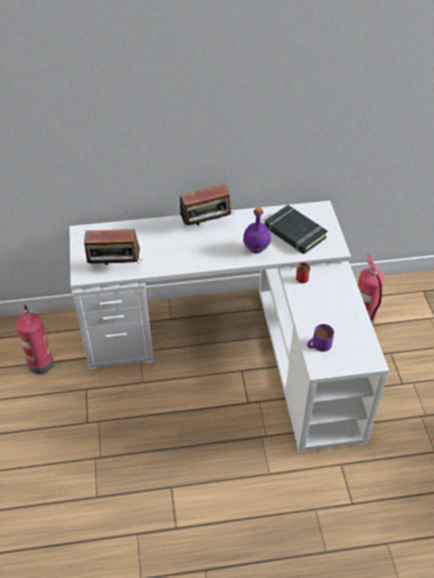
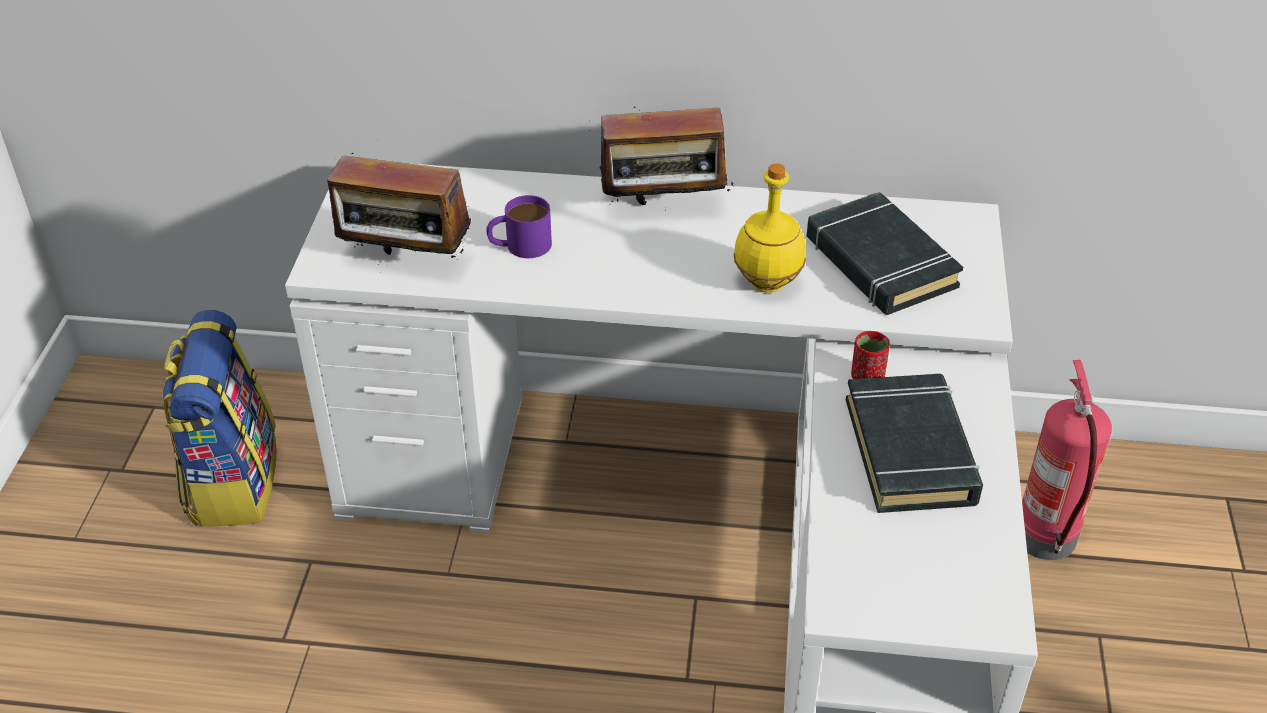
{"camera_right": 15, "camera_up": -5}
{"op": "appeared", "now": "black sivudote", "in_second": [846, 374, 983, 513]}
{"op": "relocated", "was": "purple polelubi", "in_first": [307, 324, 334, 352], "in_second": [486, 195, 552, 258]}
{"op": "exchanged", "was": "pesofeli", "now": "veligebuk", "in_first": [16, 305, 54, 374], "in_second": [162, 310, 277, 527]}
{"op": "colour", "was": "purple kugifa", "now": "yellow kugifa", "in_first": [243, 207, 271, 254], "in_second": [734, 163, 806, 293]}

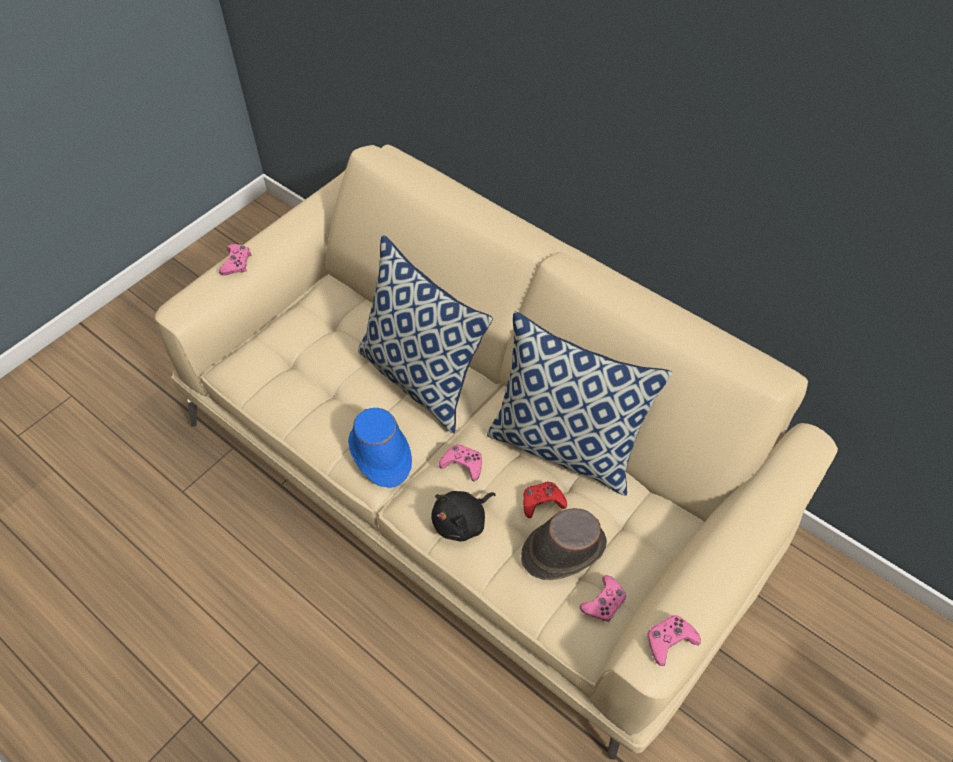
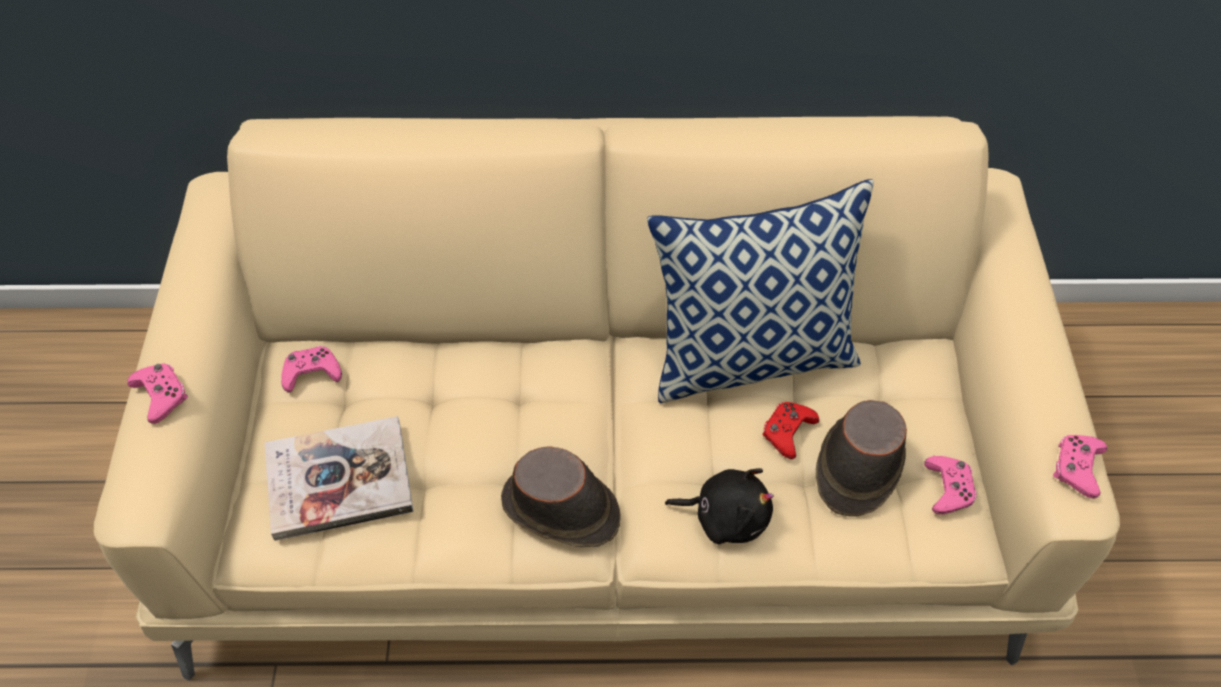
{"camera_right": -40, "camera_up": 0}
{"op": "missing", "was": "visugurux", "in_first": [358, 235, 493, 434]}
{"op": "appeared", "now": "sivudote", "in_second": [265, 416, 414, 541]}
{"op": "relocated", "was": "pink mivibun", "in_first": [439, 444, 482, 481], "in_second": [281, 346, 342, 392]}
{"op": "colour", "was": "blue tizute", "now": "brown tizute", "in_first": [348, 408, 412, 488], "in_second": [501, 446, 620, 547]}
{"op": "spun", "was": "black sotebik", "in_first": [431, 491, 496, 541], "in_second": [665, 468, 774, 544], "clockwise": -90}

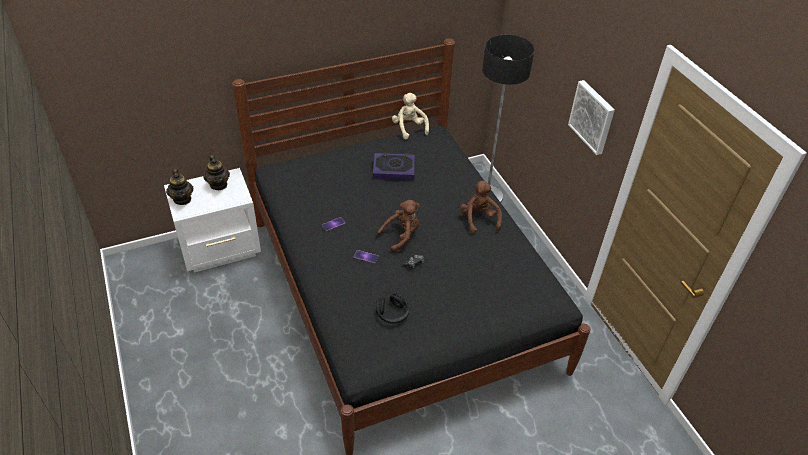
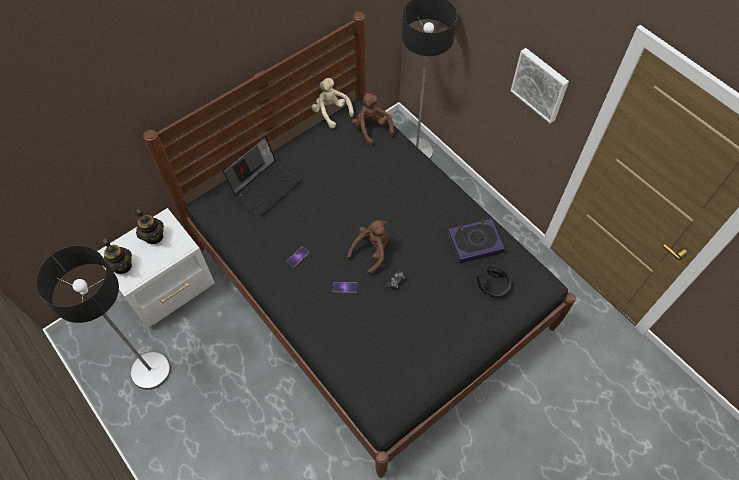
{"camera_right": -15, "camera_up": 15}
{"op": "appeared", "now": "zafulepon", "in_second": [36, 245, 171, 390]}
{"op": "appeared", "now": "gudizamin", "in_second": [222, 136, 300, 216]}
{"op": "relocated", "was": "sivudote", "in_first": [373, 152, 415, 181], "in_second": [448, 219, 505, 264]}
{"op": "relocated", "was": "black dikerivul", "in_first": [376, 293, 409, 324], "in_second": [477, 265, 512, 297]}
{"op": "relocated", "was": "brown sotebik", "in_first": [460, 180, 502, 234], "in_second": [352, 92, 394, 146]}

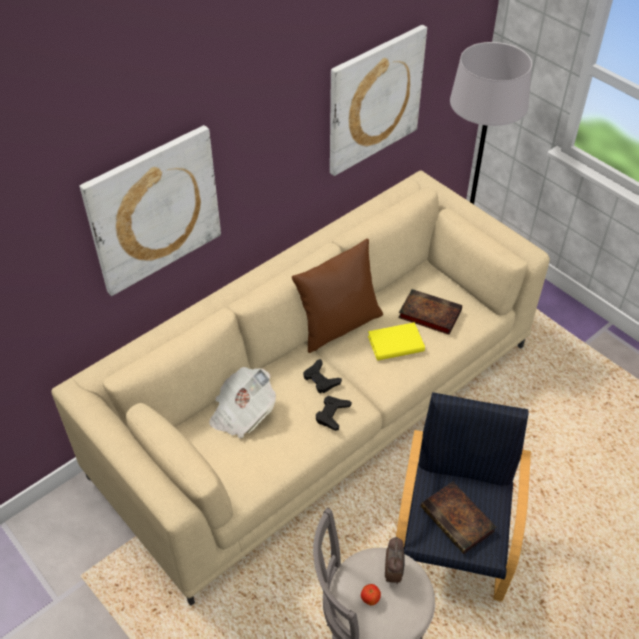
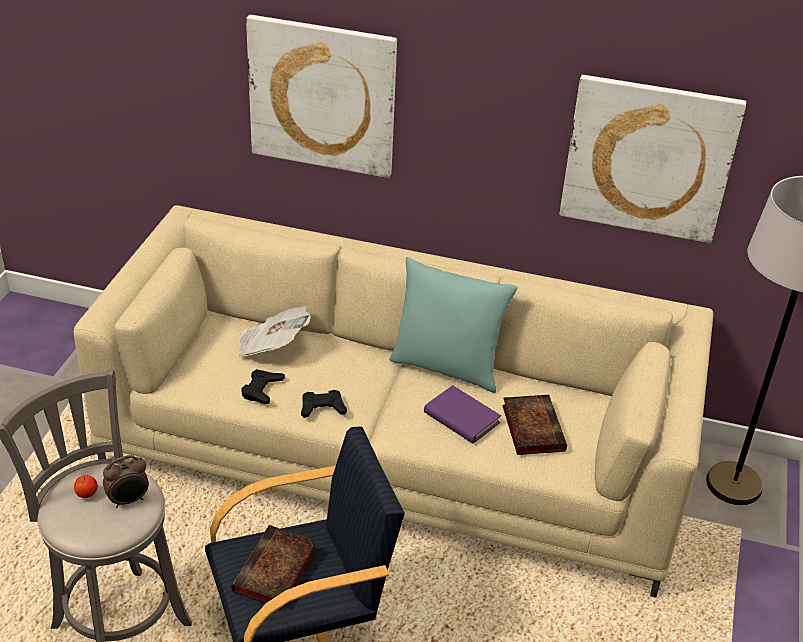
{"camera_right": 55, "camera_up": -10}
{"op": "relocated", "was": "black mivibun", "in_first": [303, 359, 342, 393], "in_second": [241, 369, 285, 404]}
{"op": "colour", "was": "brown visugurux", "now": "turquoise visugurux", "in_first": [292, 239, 383, 353], "in_second": [389, 257, 518, 393]}
{"op": "colour", "was": "yellow sivudote", "now": "purple sivudote", "in_first": [368, 322, 425, 361], "in_second": [424, 385, 501, 444]}

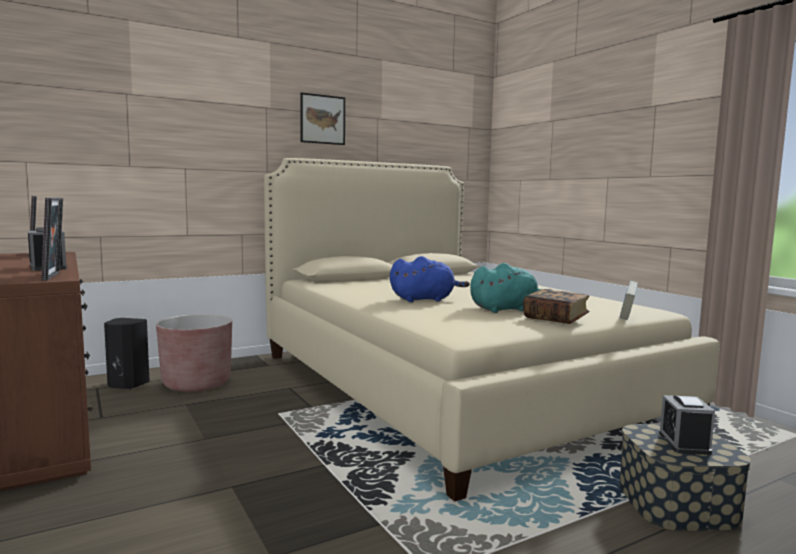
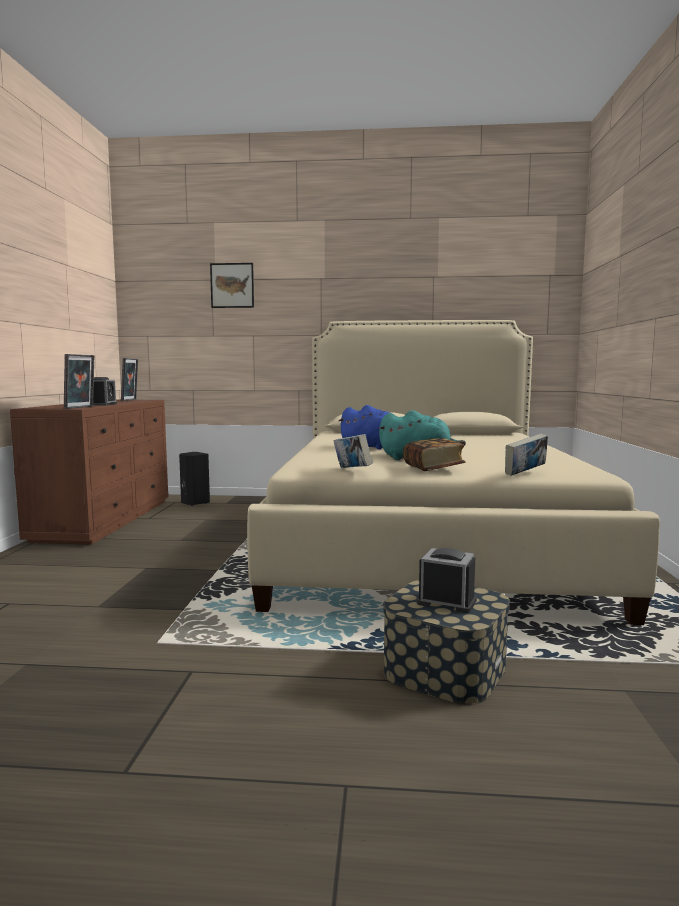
{"camera_right": 35, "camera_up": 0}
{"op": "missing", "was": "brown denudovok", "in_first": [156, 314, 232, 392]}
{"op": "appeared", "now": "sivudote", "in_second": [333, 434, 373, 468]}
{"op": "relocated", "was": "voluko", "in_first": [300, 92, 345, 145], "in_second": [210, 263, 254, 308]}
{"op": "spun", "was": "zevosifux", "in_first": [659, 395, 715, 455], "in_second": [416, 548, 477, 613], "clockwise": 75}

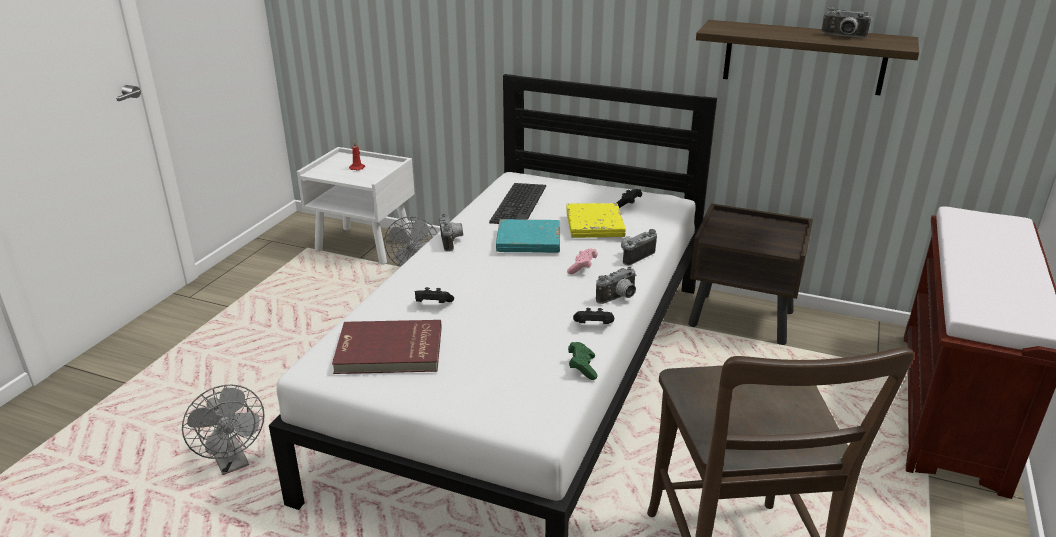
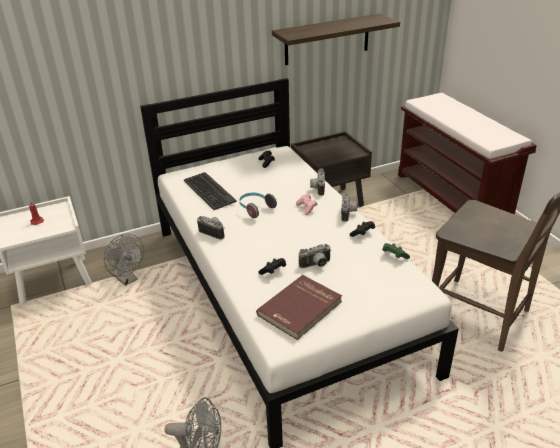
{"camera_right": -45, "camera_up": 5}
{"op": "missing", "was": "yellow sivudote", "in_first": [566, 203, 626, 238]}
{"op": "relocated", "was": "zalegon", "in_first": [821, 7, 872, 38], "in_second": [299, 244, 331, 268]}
{"op": "exchanged", "was": "turquoise sivudote", "now": "dikerivul", "in_first": [496, 219, 560, 253], "in_second": [239, 193, 277, 218]}

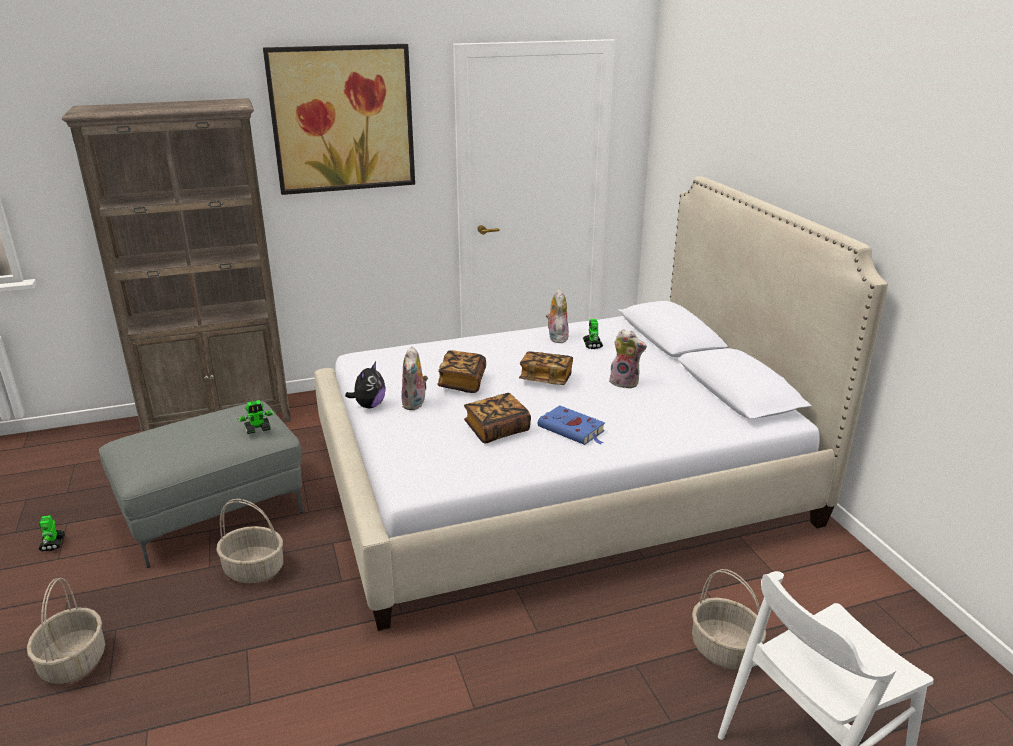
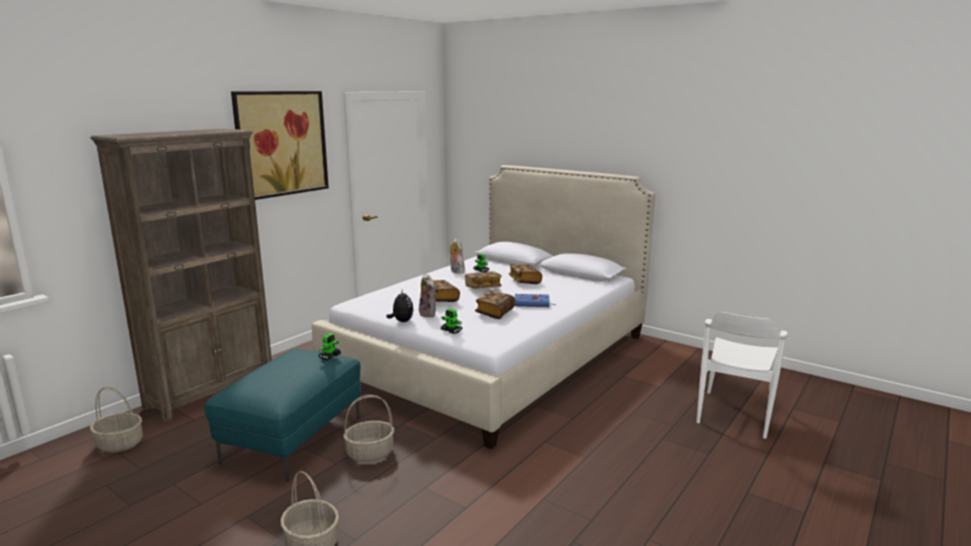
{"camera_right": -35, "camera_up": -10}
{"op": "relocated", "was": "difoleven", "in_first": [38, 515, 65, 552], "in_second": [441, 309, 462, 334]}
{"op": "relocated", "was": "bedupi", "in_first": [692, 569, 766, 670], "in_second": [90, 387, 143, 452]}
{"op": "exchanged", "was": "sotebik", "now": "sivudote", "in_first": [609, 329, 647, 389], "in_second": [509, 264, 542, 284]}
{"op": "colour", "was": "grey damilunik", "now": "turquoise damilunik", "in_first": [99, 401, 303, 568], "in_second": [204, 349, 361, 481]}

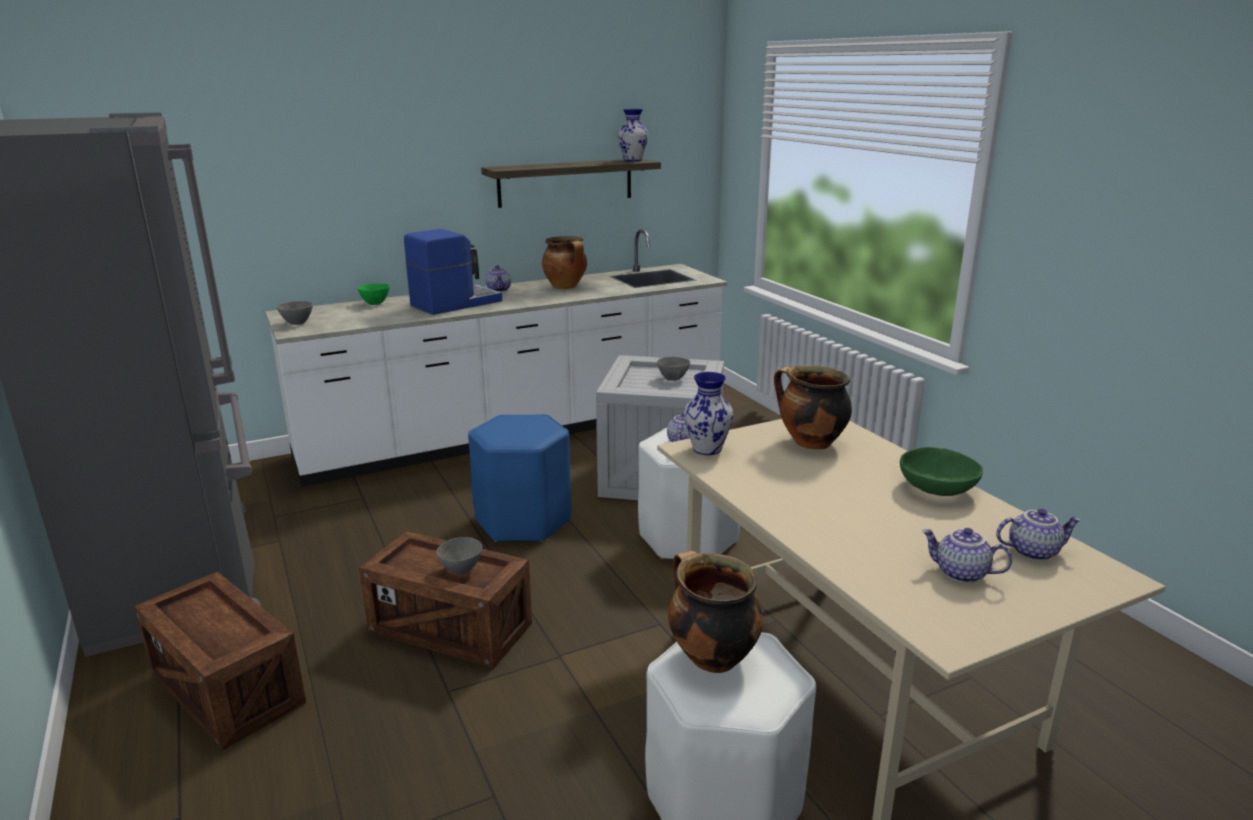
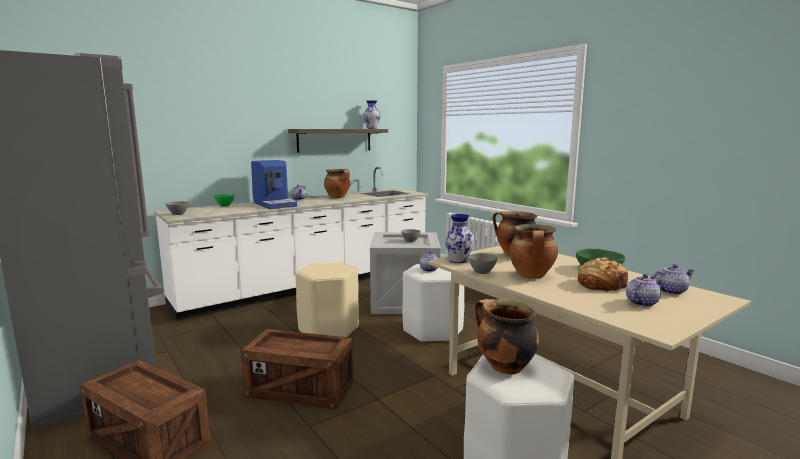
{"camera_right": -10, "camera_up": -10}
{"op": "appeared", "now": "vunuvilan", "in_second": [509, 224, 558, 279]}
{"op": "appeared", "now": "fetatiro", "in_second": [578, 257, 628, 292]}
{"op": "relocated", "was": "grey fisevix", "in_first": [437, 537, 482, 574], "in_second": [469, 253, 498, 274]}
{"op": "colour", "was": "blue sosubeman", "now": "beige sosubeman", "in_first": [468, 414, 571, 542], "in_second": [295, 262, 359, 337]}
{"op": "spun", "was": "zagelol", "in_first": [404, 229, 502, 315], "in_second": [251, 160, 297, 209], "clockwise": 105}
{"op": "spun", "was": "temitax", "in_first": [922, 528, 1012, 583], "in_second": [626, 274, 661, 307], "clockwise": 120}

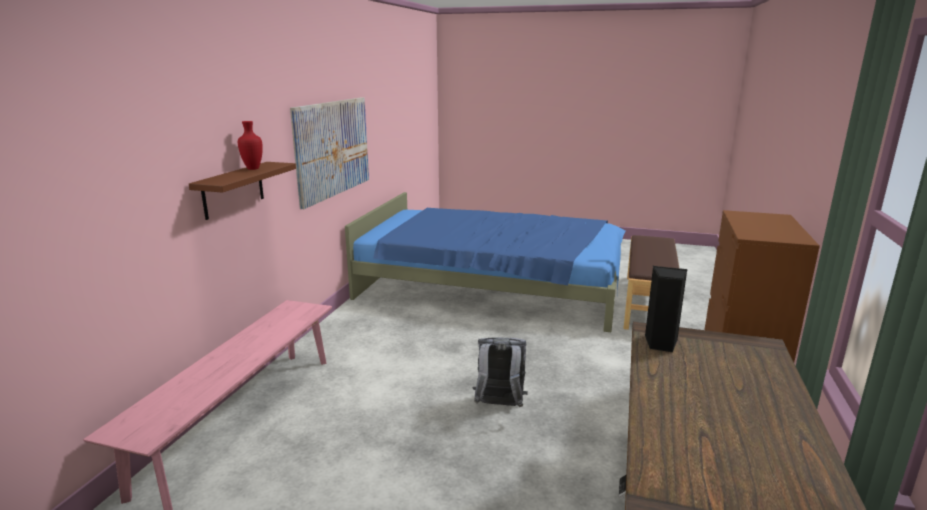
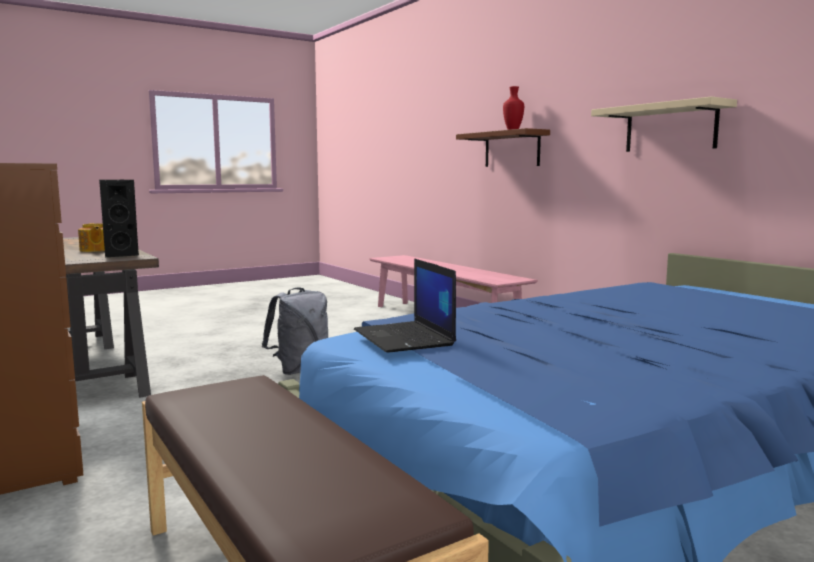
{"camera_right": 130, "camera_up": -10}
{"op": "appeared", "now": "temitax", "in_second": [78, 223, 105, 252]}
{"op": "appeared", "now": "gudizamin", "in_second": [354, 258, 456, 353]}
{"op": "exchanged", "was": "voluko", "now": "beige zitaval", "in_first": [290, 97, 369, 209], "in_second": [591, 97, 737, 152]}

